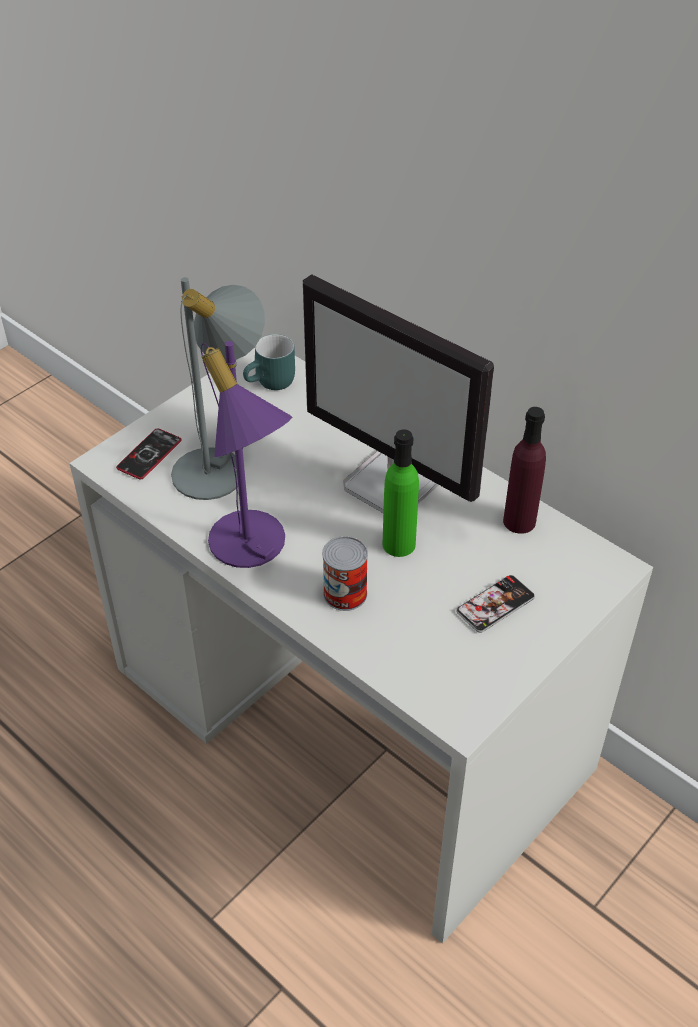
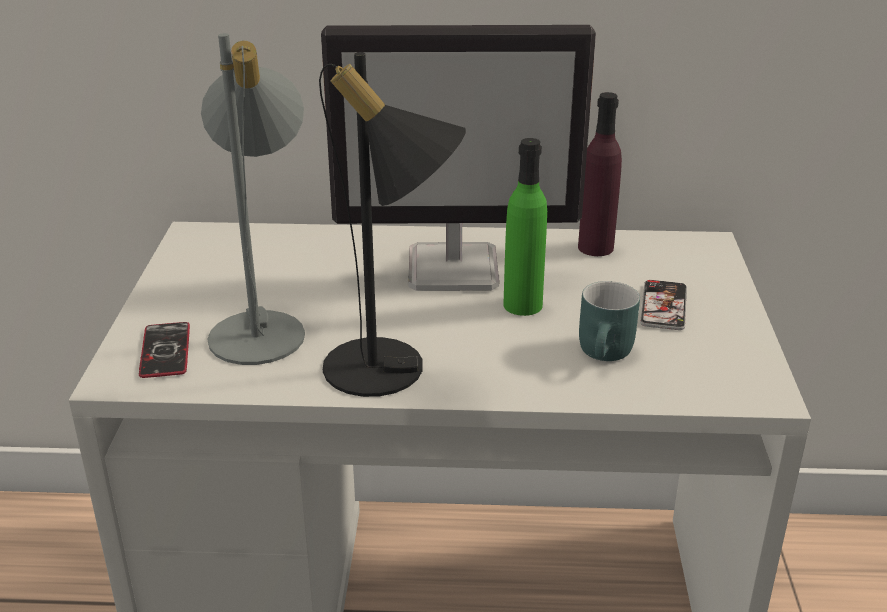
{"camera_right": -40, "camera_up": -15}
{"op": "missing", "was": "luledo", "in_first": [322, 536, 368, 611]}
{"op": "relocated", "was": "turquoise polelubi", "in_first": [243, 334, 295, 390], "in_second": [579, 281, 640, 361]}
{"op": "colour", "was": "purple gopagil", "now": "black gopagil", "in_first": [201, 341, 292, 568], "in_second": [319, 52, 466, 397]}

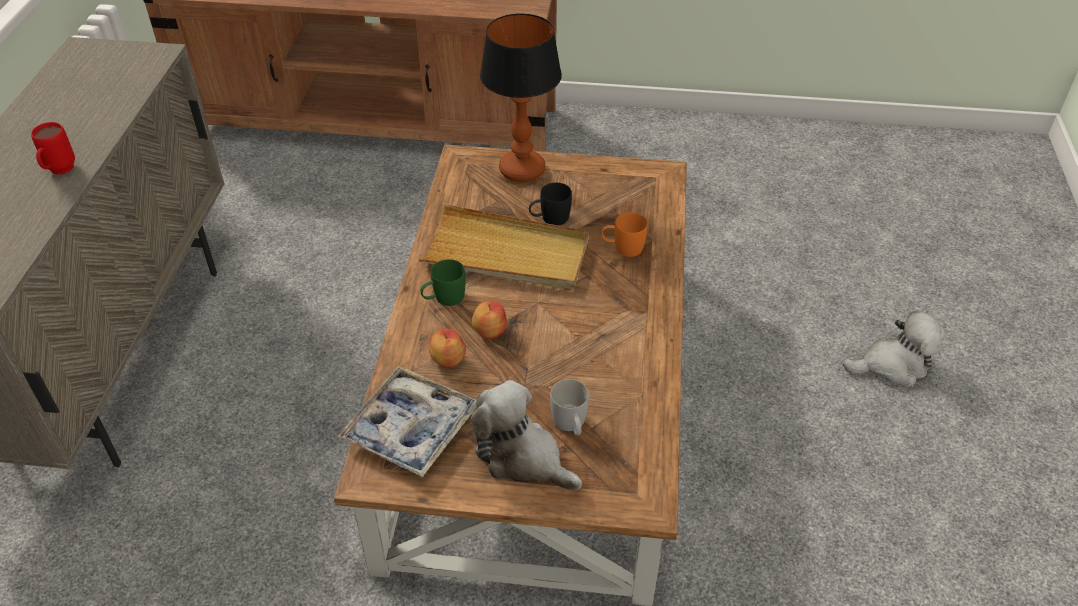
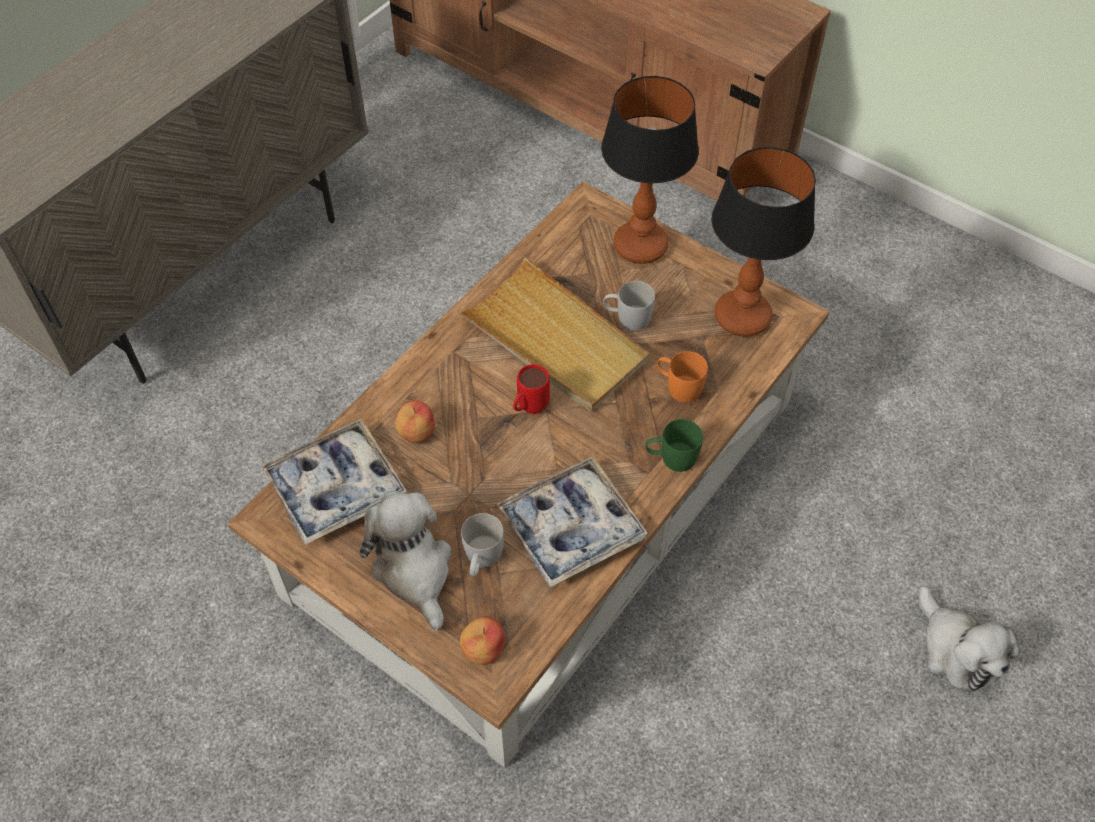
{"camera_right": 30, "camera_up": 10}
{"op": "appeared", "now": "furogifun", "in_second": [497, 456, 647, 588]}
{"op": "appeared", "now": "gopagil", "in_second": [711, 147, 816, 337]}
{"op": "relocated", "was": "red polelubi", "in_first": [31, 122, 75, 175], "in_second": [513, 364, 550, 414]}
{"op": "relocated", "was": "green polelubi", "in_first": [420, 259, 466, 306], "in_second": [645, 419, 703, 472]}
{"op": "relocated", "was": "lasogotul", "in_first": [472, 301, 507, 339], "in_second": [460, 616, 506, 665]}
{"op": "colour", "was": "black polelubi", "now": "white polelubi", "in_first": [529, 183, 572, 226], "in_second": [603, 281, 655, 331]}
{"op": "spun", "was": "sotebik", "in_first": [843, 310, 946, 387], "in_second": [918, 586, 1020, 692], "clockwise": 45}

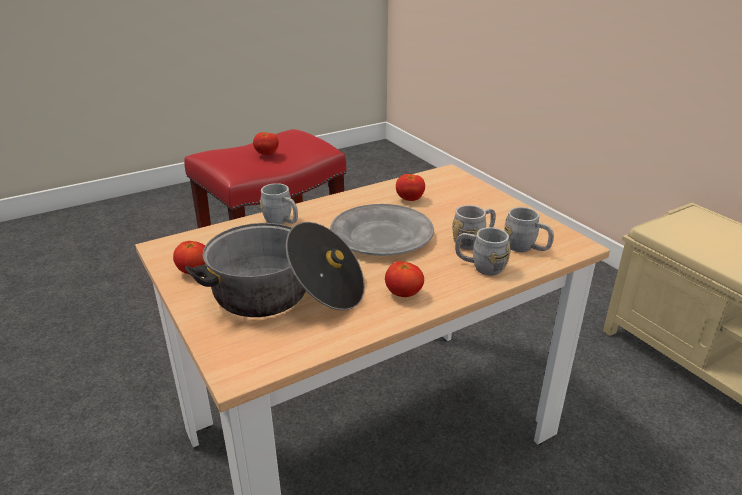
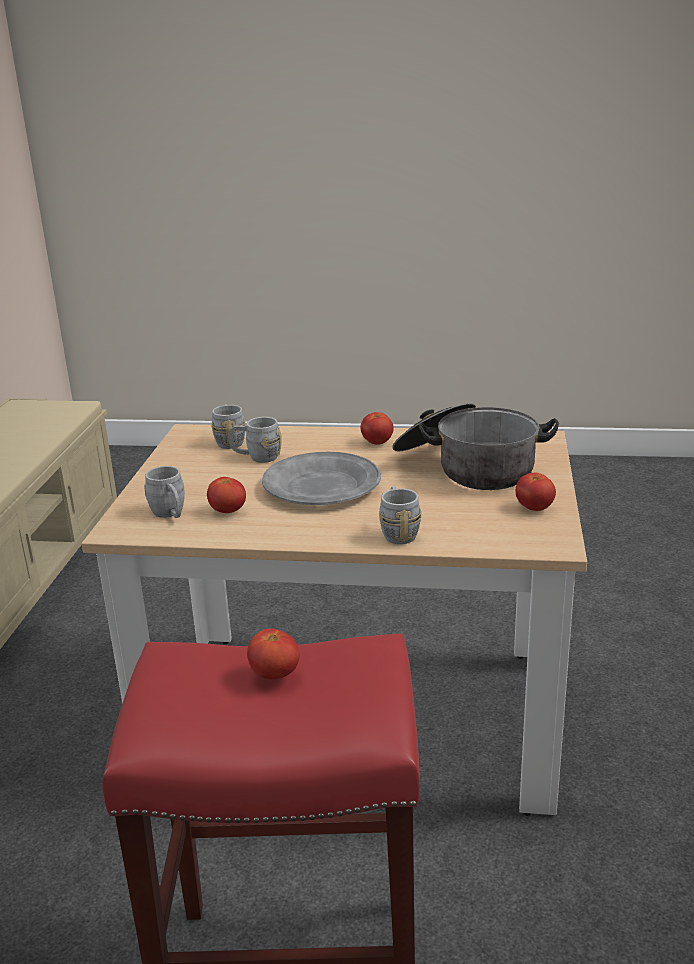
{"camera_right": -140, "camera_up": -5}
{"op": "relocated", "was": "grey polelubi", "in_first": [455, 227, 510, 276], "in_second": [144, 466, 185, 518]}

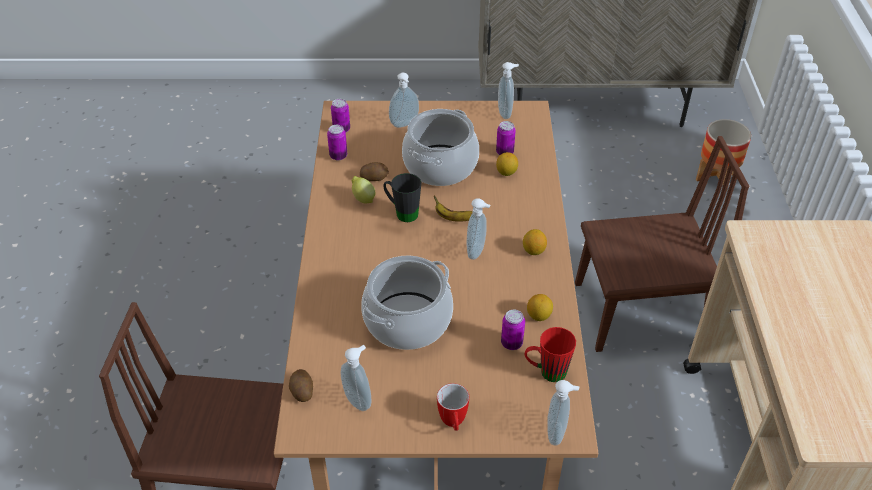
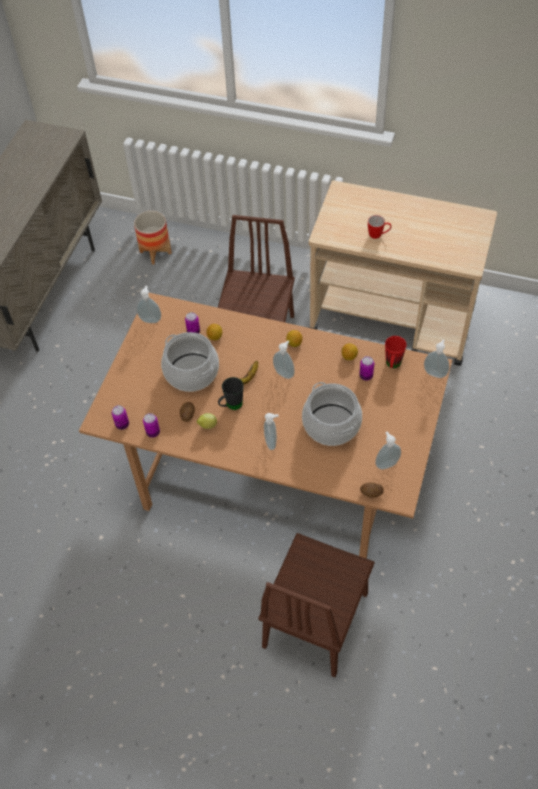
{"camera_right": -70, "camera_up": 10}
{"op": "relocated", "was": "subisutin", "in_first": [389, 73, 419, 128], "in_second": [264, 413, 279, 450]}
{"op": "relocated", "was": "polelubi", "in_first": [437, 383, 469, 431], "in_second": [368, 215, 392, 239]}

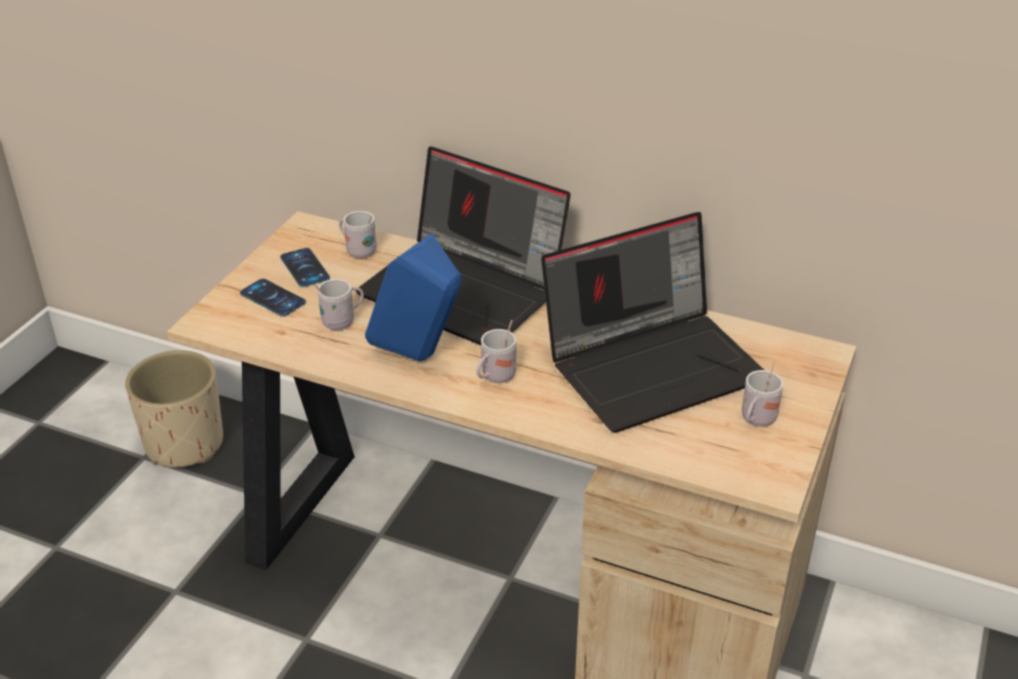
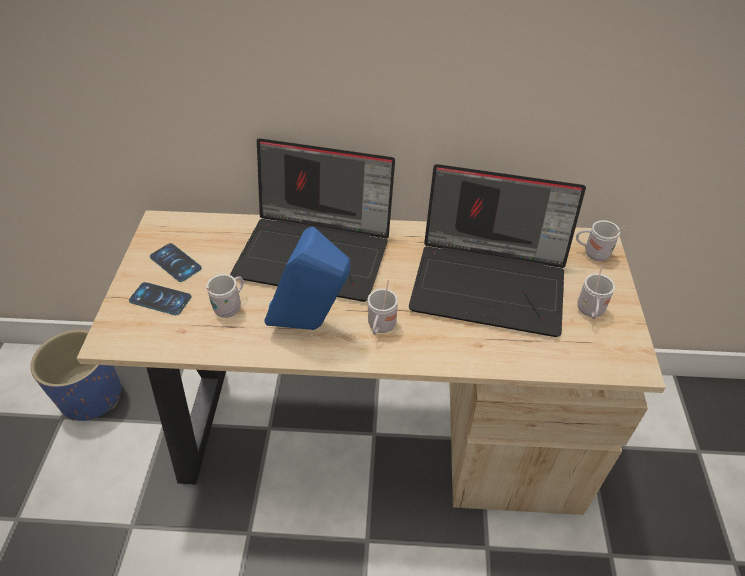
{"camera_right": -20, "camera_up": 10}
{"op": "relocated", "was": "white polelubi", "in_first": [339, 211, 377, 258], "in_second": [576, 220, 626, 261]}
{"op": "colour", "was": "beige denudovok", "now": "blue denudovok", "in_first": [125, 350, 223, 467], "in_second": [30, 330, 121, 421]}
{"op": "spun", "was": "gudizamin", "in_first": [541, 212, 764, 433], "in_second": [409, 164, 586, 337], "clockwise": 60}

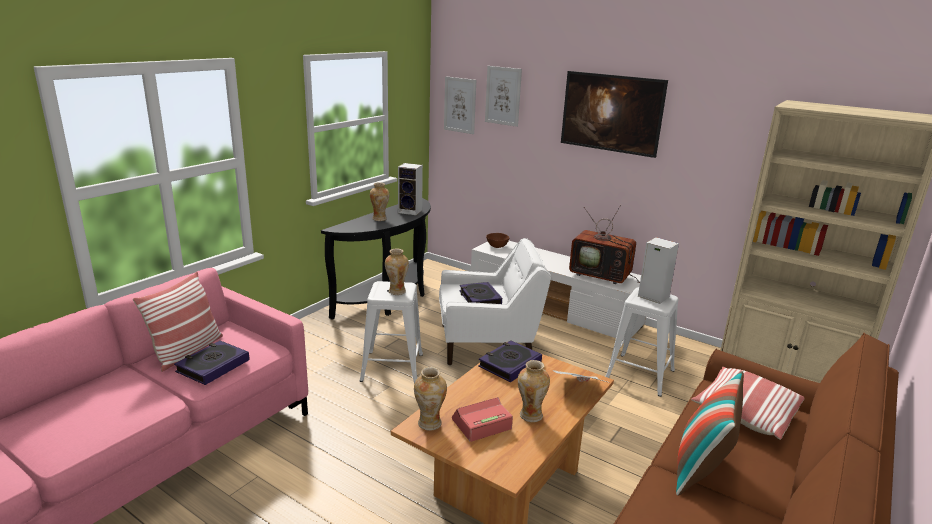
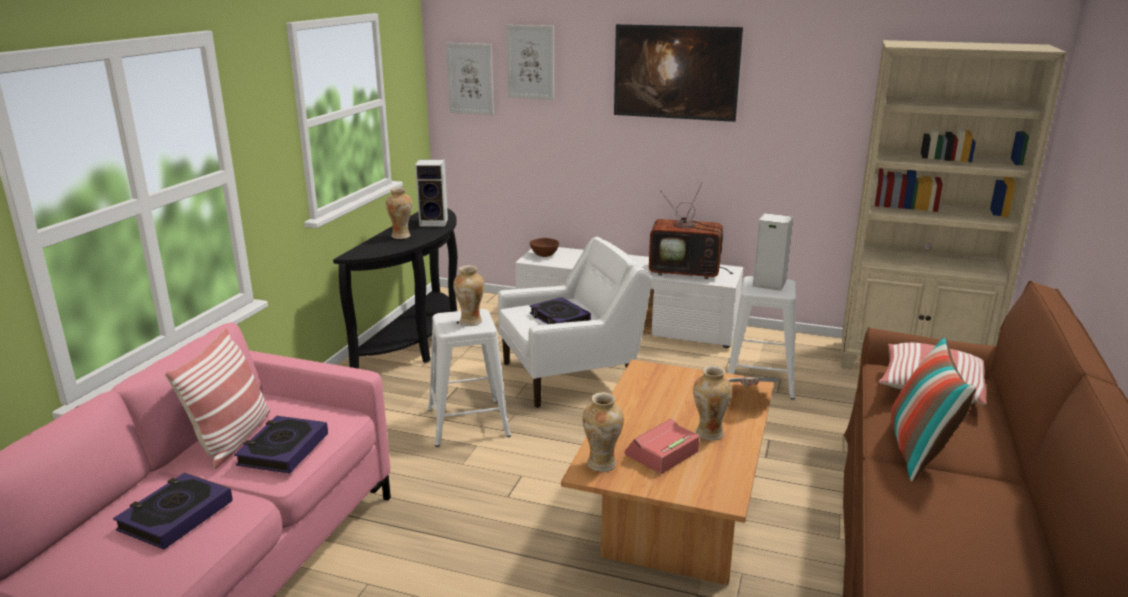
{"camera_right": -15, "camera_up": 0}
{"op": "relocated", "was": "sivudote", "in_first": [478, 340, 542, 382], "in_second": [113, 473, 233, 550]}

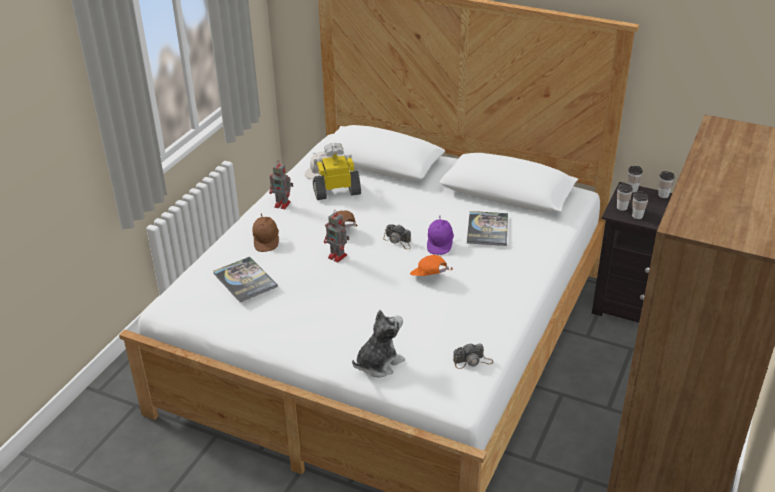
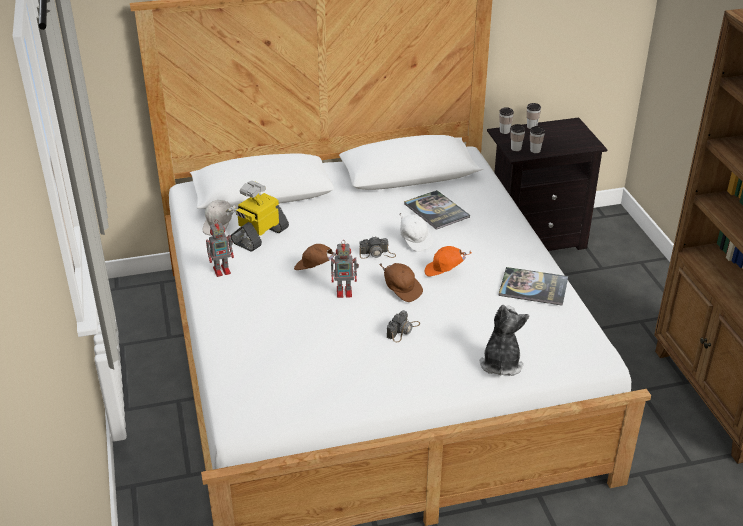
{"camera_right": -40, "camera_up": 0}
{"op": "relocated", "was": "sivudote", "in_first": [213, 257, 278, 302], "in_second": [499, 267, 568, 306]}
{"op": "relocated", "was": "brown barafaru", "in_first": [252, 213, 279, 252], "in_second": [379, 263, 423, 302]}
{"op": "relocated", "was": "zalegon", "in_first": [453, 343, 493, 369], "in_second": [387, 310, 420, 342]}
{"op": "colour", "was": "purple barafaru", "now": "white barafaru", "in_first": [427, 216, 454, 255], "in_second": [399, 213, 434, 252]}

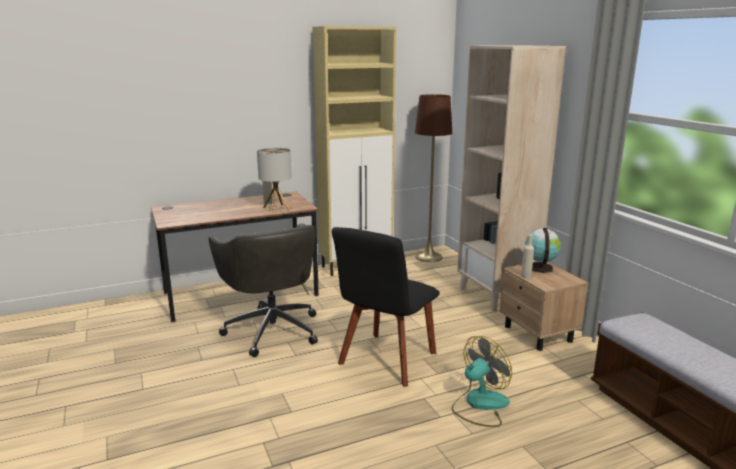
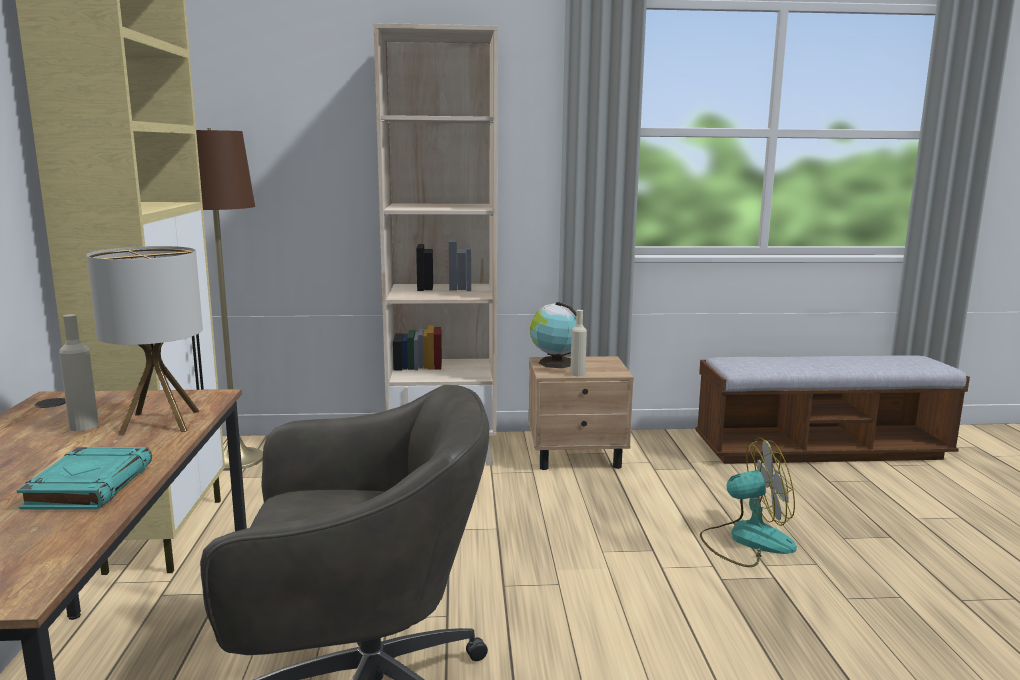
{"camera_right": -70, "camera_up": -5}
{"op": "missing", "was": "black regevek", "in_first": [332, 227, 440, 387]}
{"op": "appeared", "now": "turquoise sivudote", "in_second": [17, 447, 152, 510]}
{"op": "spun", "was": "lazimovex", "in_first": [452, 336, 512, 427], "in_second": [700, 437, 797, 567], "clockwise": 105}

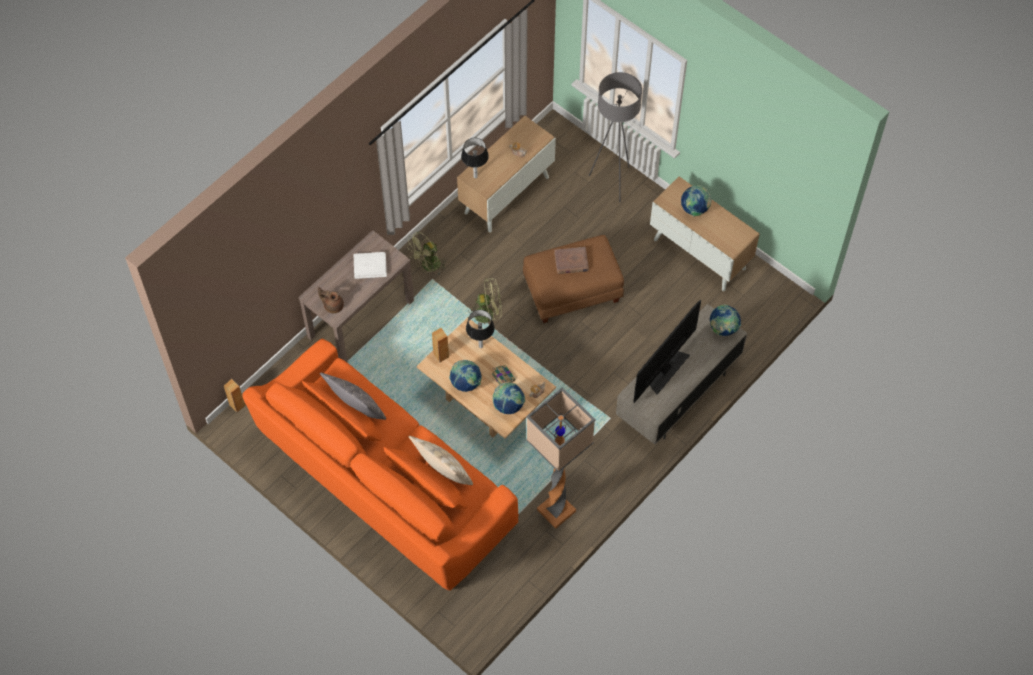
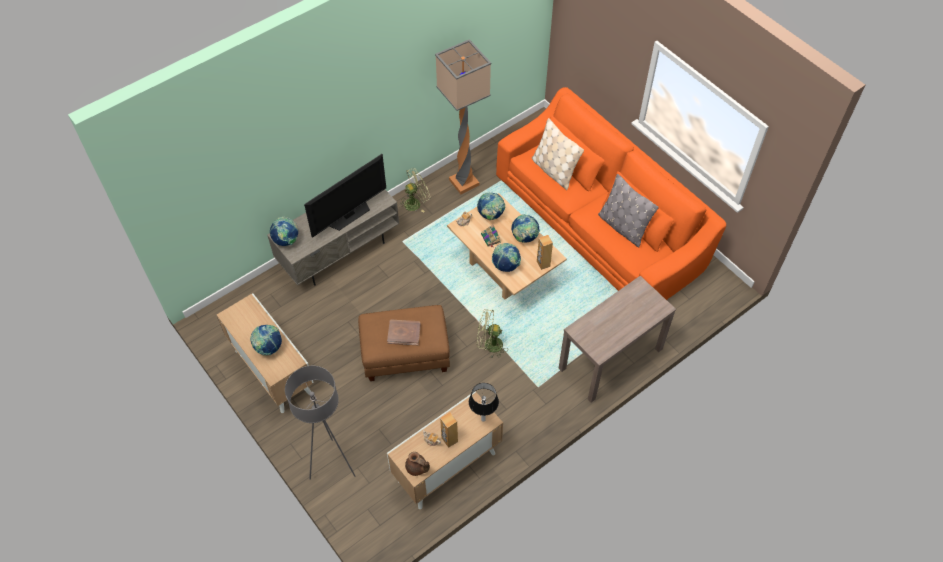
{"camera_right": -170, "camera_up": -5}
{"op": "missing", "was": "white sivudote", "in_first": [354, 252, 387, 279]}
{"op": "relocated", "was": "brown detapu", "in_first": [224, 379, 245, 412], "in_second": [440, 412, 458, 448]}
{"op": "relocated", "was": "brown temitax", "in_first": [318, 287, 344, 313], "in_second": [405, 452, 430, 476]}
{"op": "relocated", "was": "green lazimovex", "in_first": [407, 232, 447, 276], "in_second": [399, 169, 431, 213]}
{"op": "exchanged", "was": "gopagil", "now": "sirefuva", "in_first": [466, 310, 495, 348], "in_second": [492, 243, 521, 272]}

